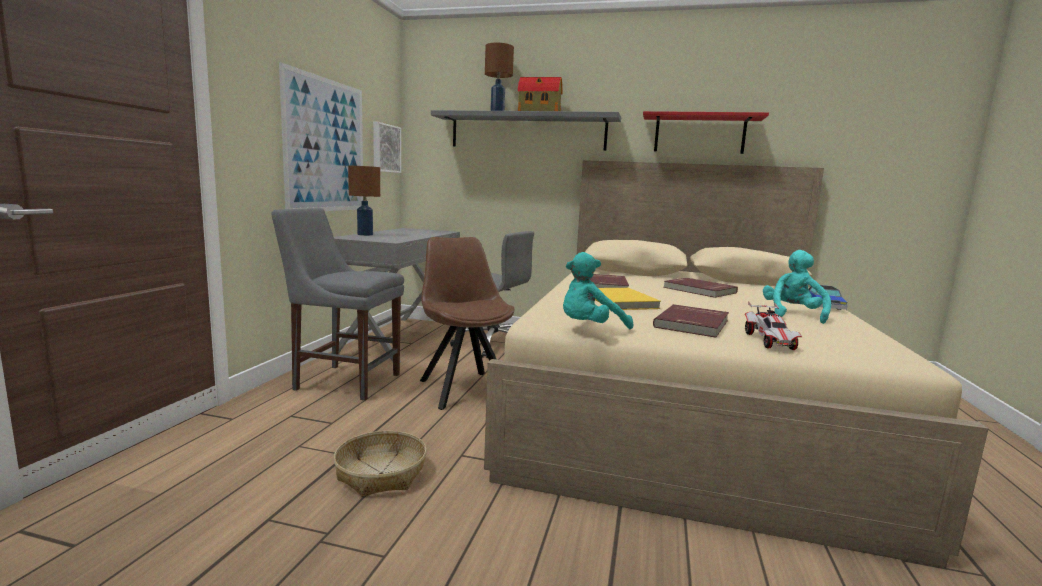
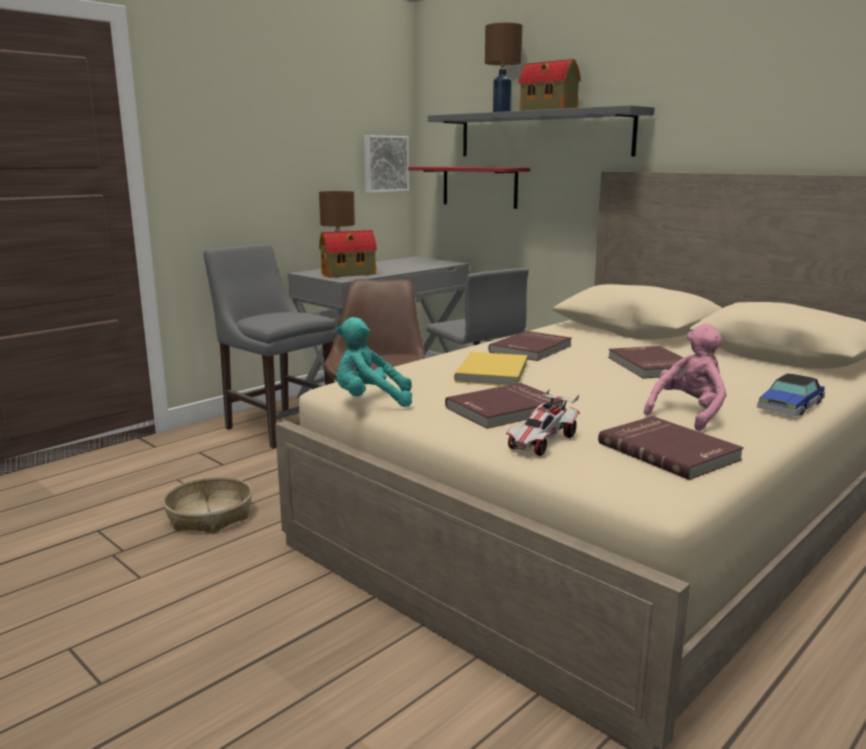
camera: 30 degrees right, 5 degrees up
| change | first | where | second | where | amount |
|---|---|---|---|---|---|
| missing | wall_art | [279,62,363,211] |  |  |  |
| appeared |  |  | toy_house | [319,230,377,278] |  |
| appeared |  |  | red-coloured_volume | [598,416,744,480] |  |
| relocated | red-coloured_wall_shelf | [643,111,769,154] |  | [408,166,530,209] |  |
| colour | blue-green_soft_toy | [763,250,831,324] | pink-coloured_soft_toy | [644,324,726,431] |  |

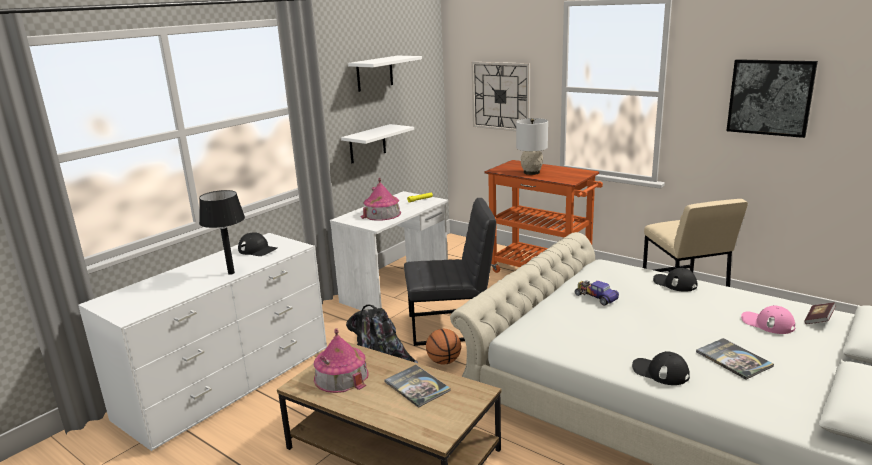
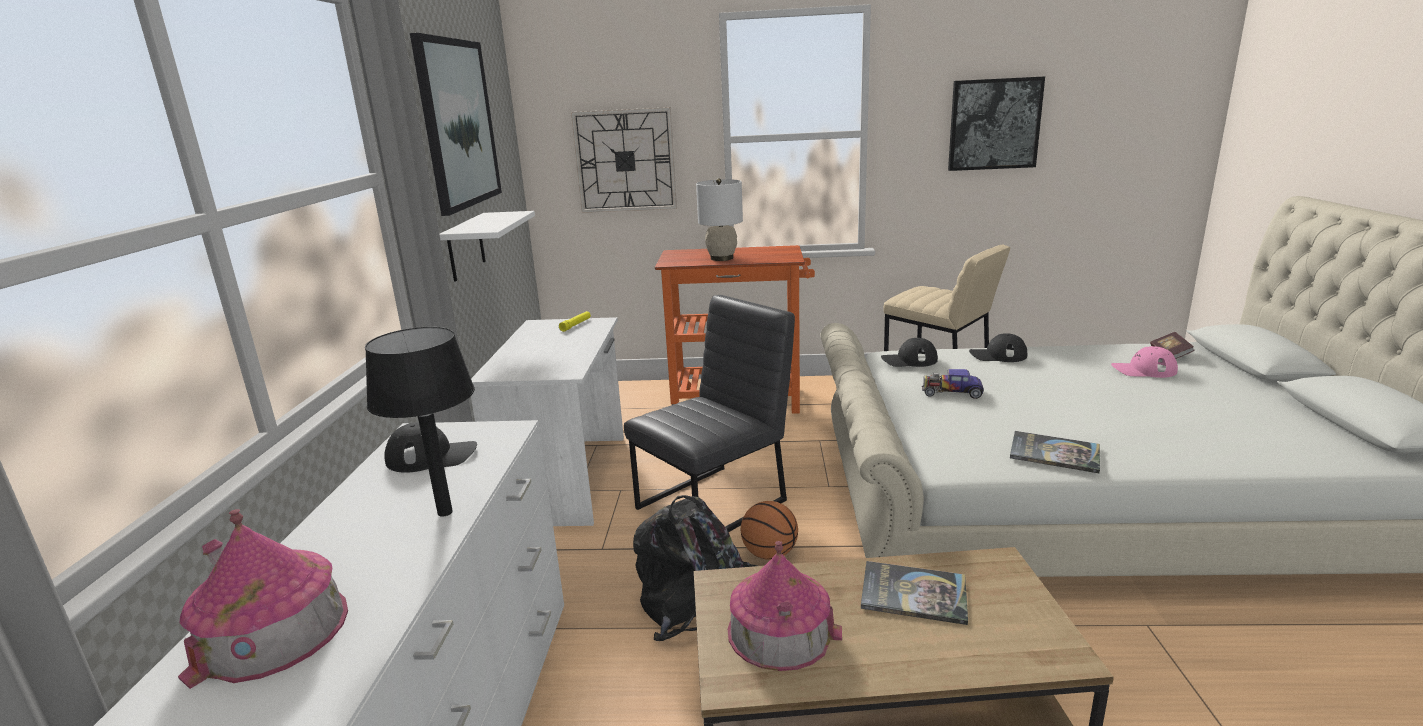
camera: 35 degrees left, 0 degrees up
| change | first | where | second | where | amount |
|---|---|---|---|---|---|
| relocated | toy_house | [361,178,401,221] |  | [178,509,348,689] |  |
| relocated | black_peaked_cap | [632,351,690,385] |  | [881,338,938,367] |  |
| relocated | volume | [696,338,774,379] |  | [1010,431,1100,473] |  |
| exchanged | white_wall_shelf | [348,56,422,92] | wall_art | [410,33,502,216] |  |

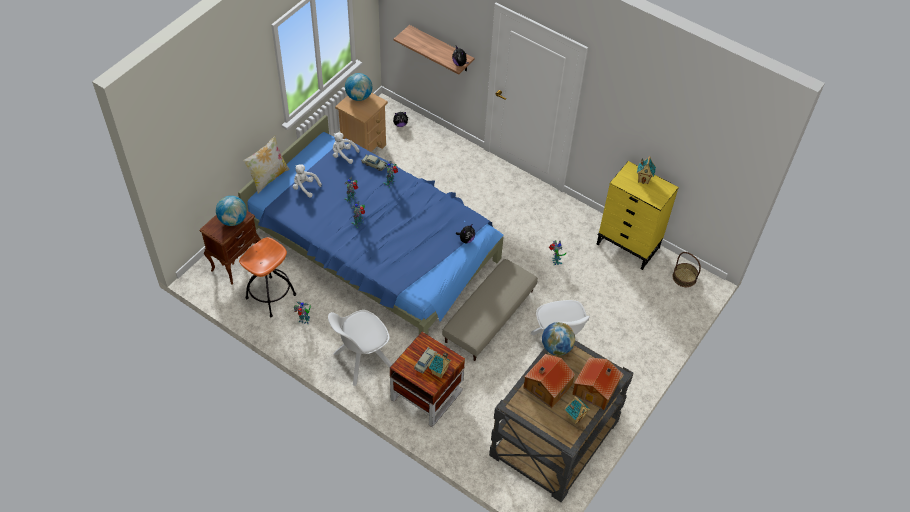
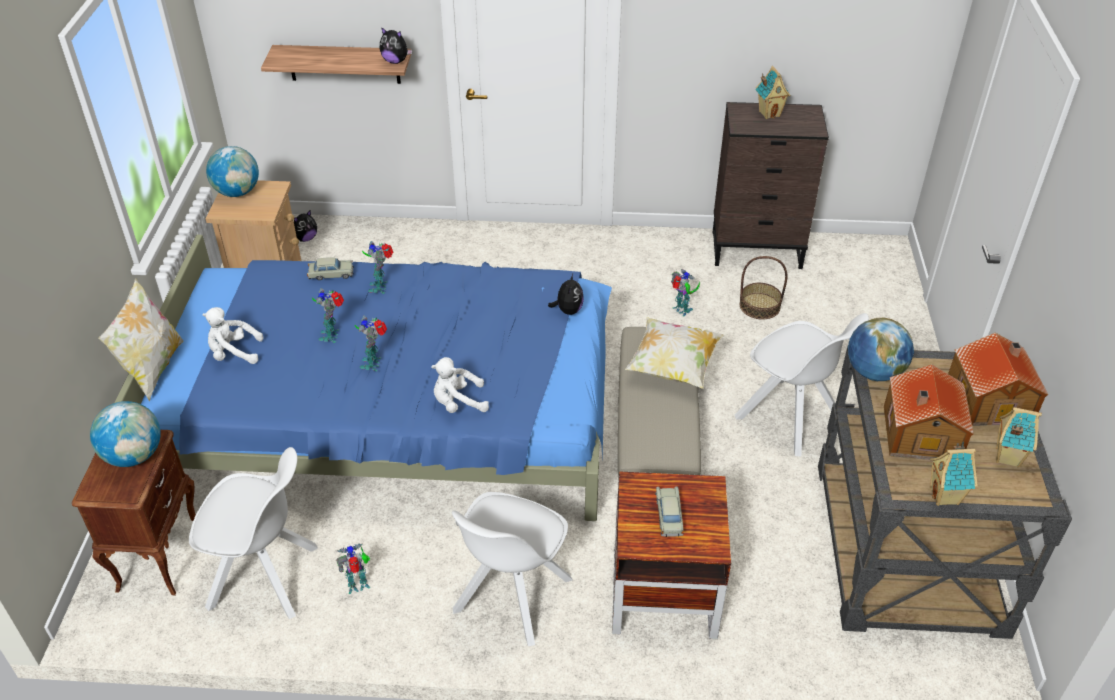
camera: 30 degrees left, 10 degrees down
| change | first | where | second | where | amount |
|---|---|---|---|---|---|
| appeared |  |  | cushion | [625,317,723,389] |  |
| relocated | white_soft_toy | [333,132,359,164] |  | [431,357,489,413] |  |
| relocated | toy_house | [428,352,451,379] |  | [930,441,978,506] |  |
| relocated | household_basket | [673,252,701,287] |  | [740,256,788,319] |  |
| exchanged | orange_sitting_stool | [239,237,296,317] | white_chair | [189,447,318,619] |  |
| colour | yellowish_drawer_chest | [597,161,679,270] | brownish_drawer_chest | [713,102,829,269] |  |

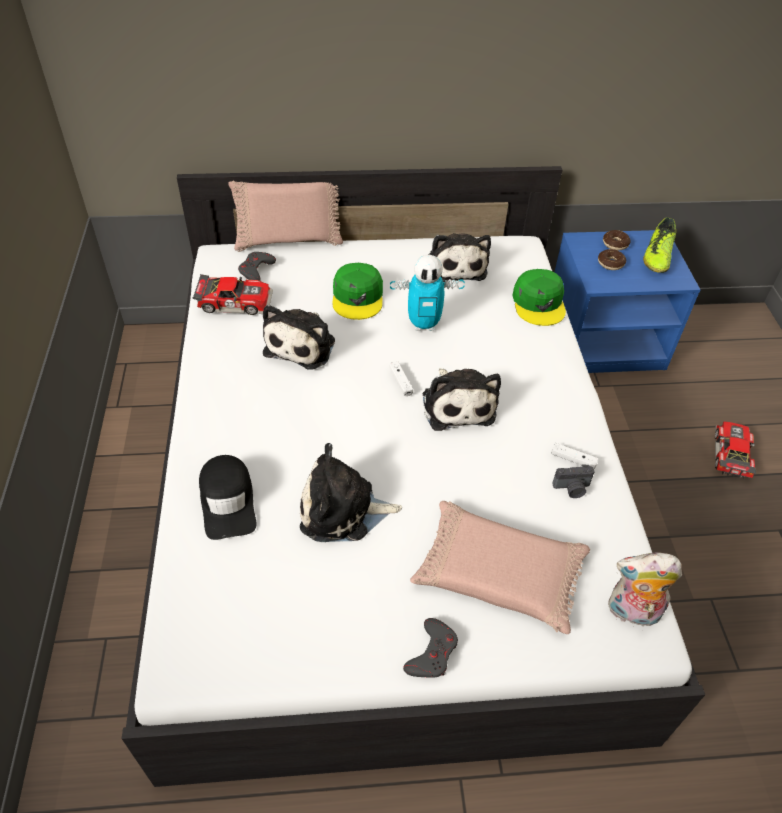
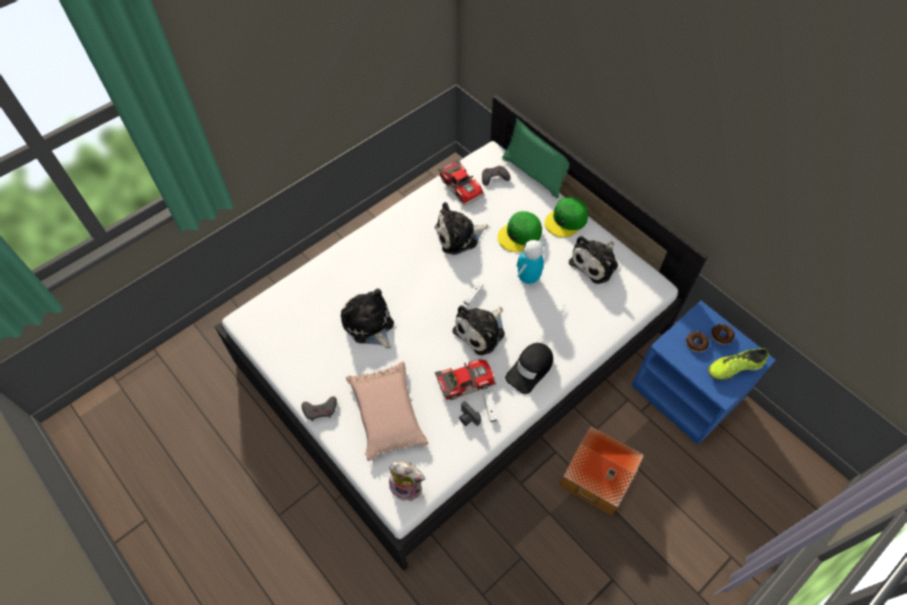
camera: 55 degrees right, 10 degrees up
| change | first | where | second | where | amount |
|---|---|---|---|---|---|
| appeared |  |  | toy_house | [560,426,644,516] |  |
| relocated | black_peaked_cap | [199,455,256,540] |  | [505,343,553,394] |  |
| relocated | green-coloured_peaked_cap | [512,269,566,326] |  | [545,197,588,237] |  |
| relocated | model_car | [715,421,756,479] |  | [435,359,497,400] |  |
| colour | sand-coloured_cushion | [228,181,343,252] | green-coloured_cushion | [502,118,570,198] |  |
| spun | model_robot | [390,255,465,331] |  | [516,239,546,286] | 75 degrees clockwise |
| spun | soft_toy | [608,552,682,631] |  | [389,462,425,502] | 135 degrees clockwise |

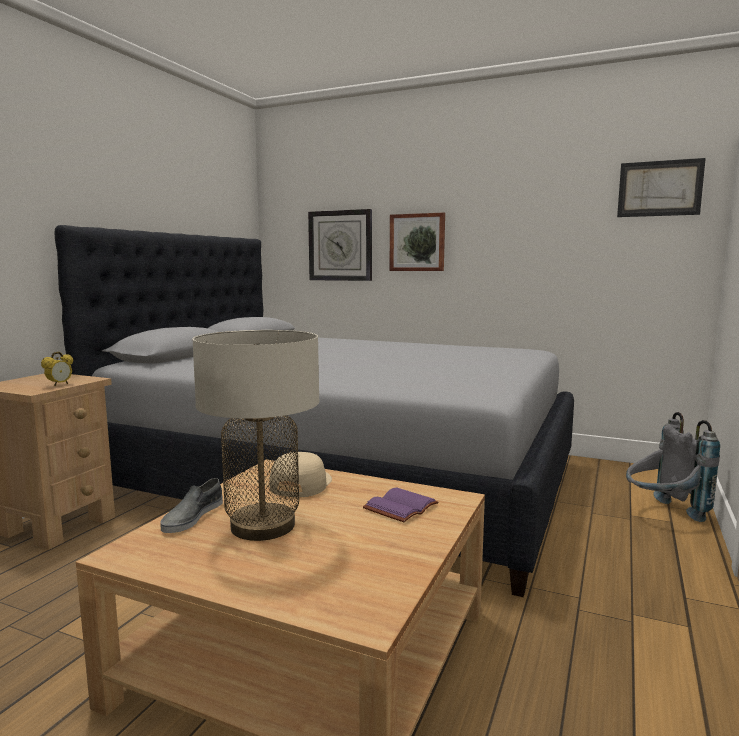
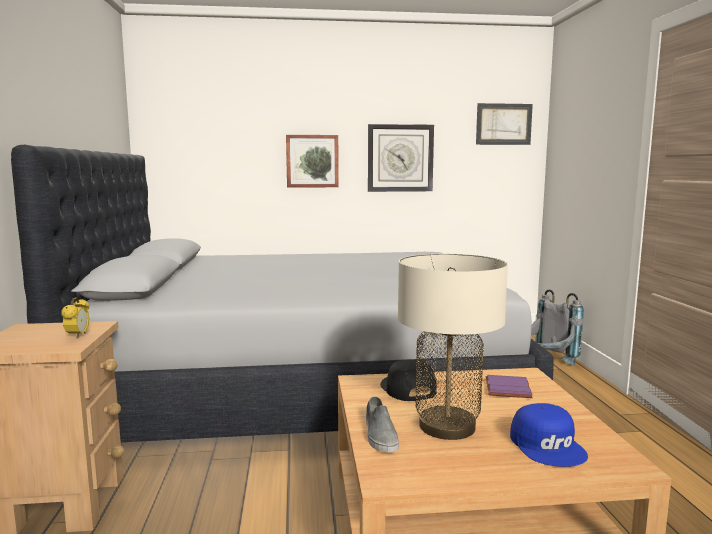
camera: 30 degrees left, 0 degrees up
| change | first | where | second | where | amount |
|---|---|---|---|---|---|
| appeared |  |  | blue_peaked_cap | [510,403,588,467] |  |
| relocated | hanging_clock | [308,209,372,281] |  | [368,124,434,192] |  |
| colour | sand-coloured_peaked_cap | [270,452,332,497] | black_peaked_cap | [380,360,437,401] |  |

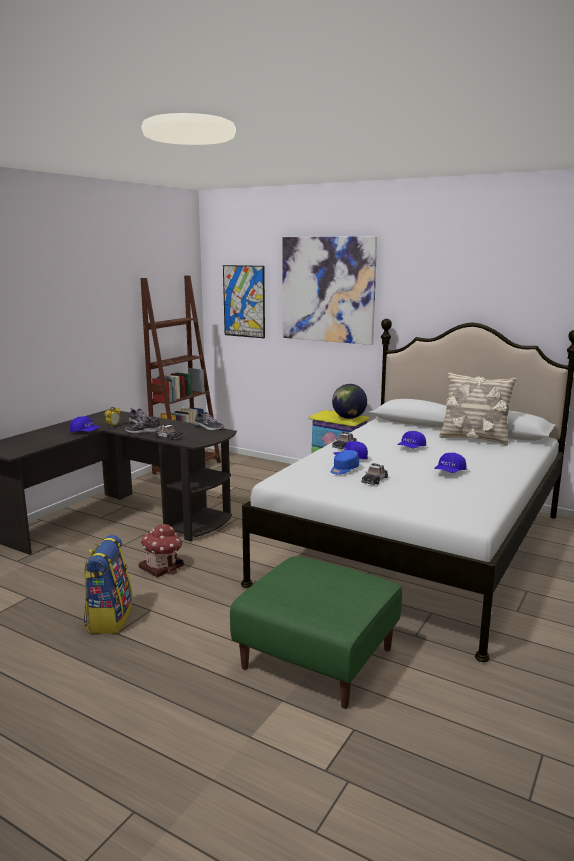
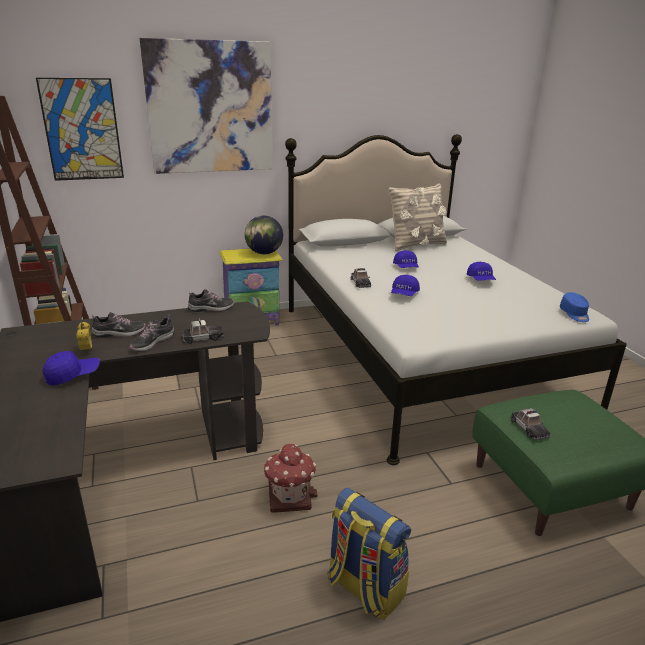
camera: 50 degrees left, 10 degrees up
| change | first | where | second | where | amount |
|---|---|---|---|---|---|
| relocated | blue_peaked_cap | [330,450,359,475] |  | [560,292,589,322] |  |
| relocated | model_car | [361,463,388,485] |  | [510,408,550,441] |  |

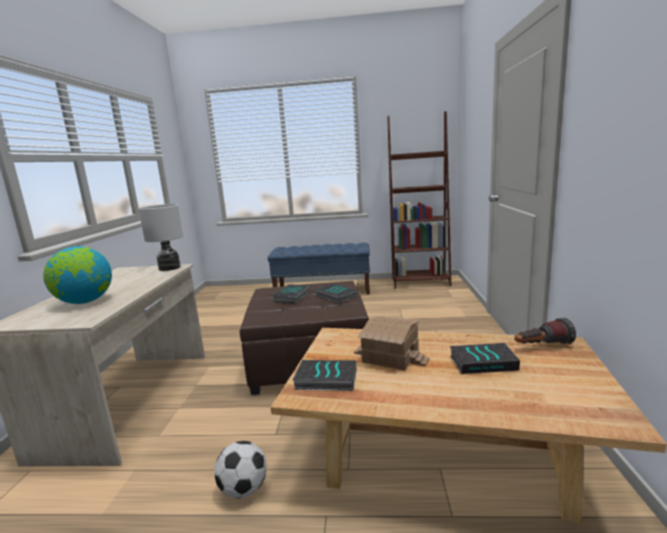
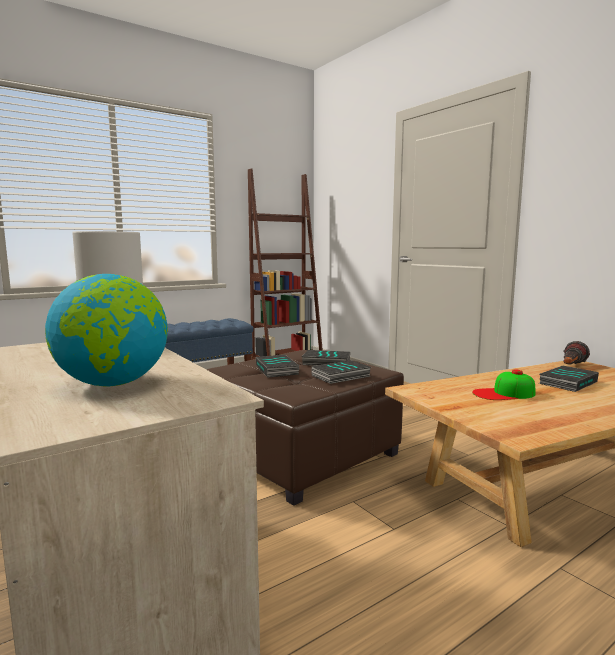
camera: 40 degrees left, 5 degrees down
| change | first | where | second | where | amount |
|---|---|---|---|---|---|
| missing | football_ball | [215,441,267,498] |  |  |  |
| relocated | volume | [293,360,357,391] |  | [311,360,371,384] |  |
| exchanged | toy_house | [354,316,430,371] | peaked_cap | [472,369,535,400] |  |

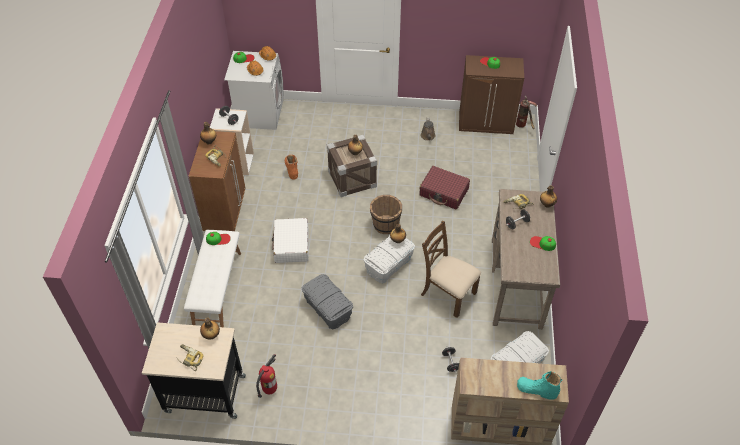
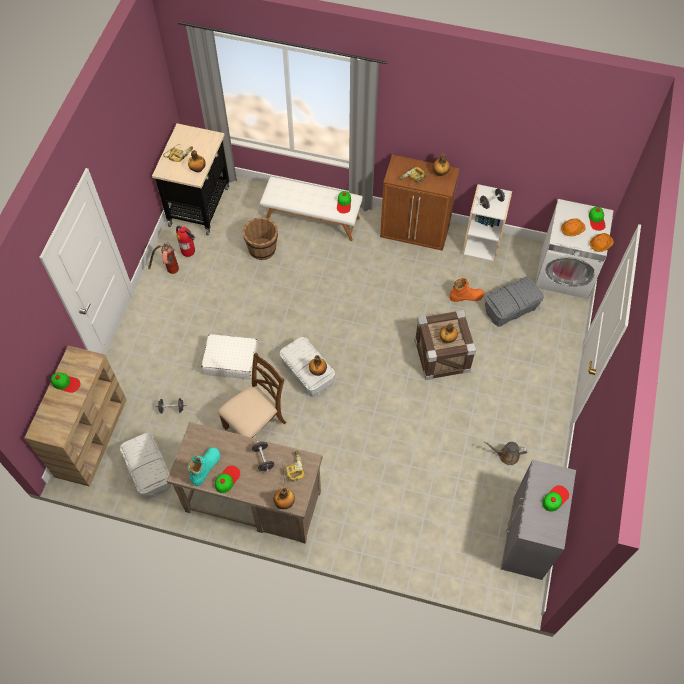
camera: 100 degrees right, 10 degrees up
| change | first | where | second | where | amount |
|---|---|---|---|---|---|
| missing | red-coloured_piece_of_luggage | [419,166,470,209] |  |  |  |
| appeared |  |  | peaked_cap | [51,372,80,393] |  |
| relocated | white_piece_of_luggage | [272,218,309,263] |  | [201,334,258,380] |  |
| relocated | greyish_storage_box | [302,274,353,330] |  | [485,277,544,327] |  |
| relocated | brownish_water_bucket | [370,195,402,234] |  | [243,217,278,260] |  |
| relocated | extinguisher | [516,95,537,129] |  | [148,242,179,274] |  |
| relocated | blue-green_high-top_boot | [517,371,562,400] |  | [188,447,220,486] |  |
| colour | brownish_storage_cabinet | [459,55,524,134] | greyish_storage_cabinet | [501,459,576,580] |  |

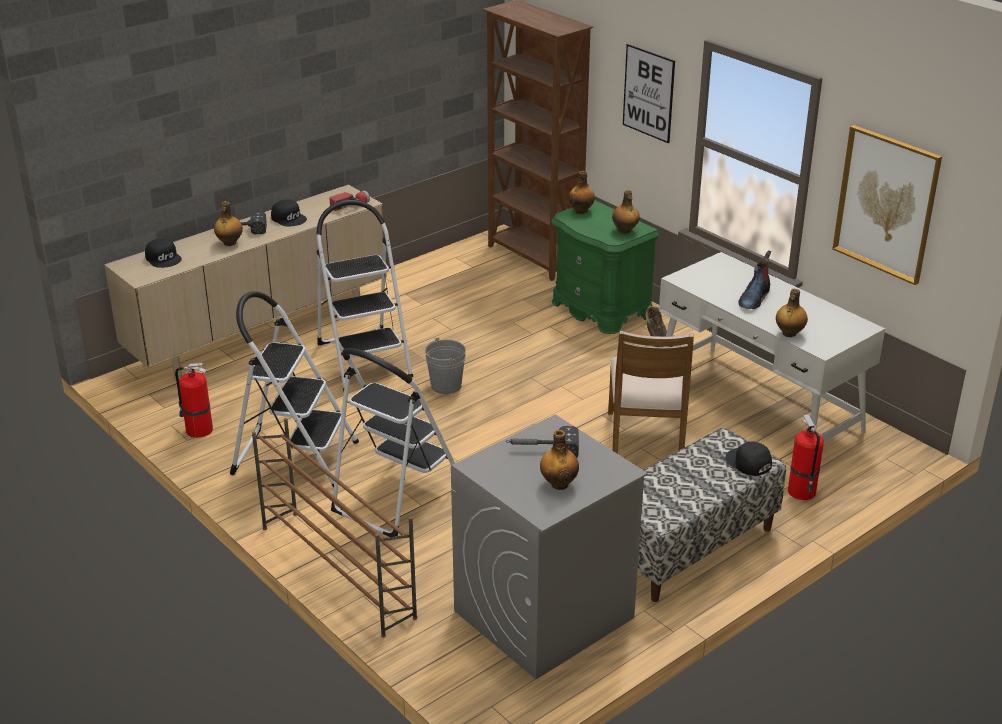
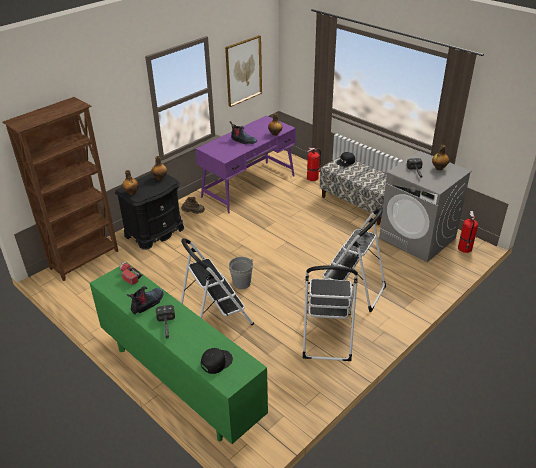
camera: 95 degrees left, 5 degrees up
| change | first | where | second | where | amount |
|---|---|---|---|---|---|
| missing | bottle | [214,201,243,246] |  |  |  |
| missing | brownish_shoe_rack | [252,418,417,638] |  |  |  |
| missing | brownish_chair | [608,331,694,454] |  |  |  |
| missing | wall_art | [623,44,675,143] |  |  |  |
| relocated | extinguisher | [175,363,213,438] |  | [458,211,478,253] |  |
| exchanged | black_peaked_cap | [271,199,307,226] | high-top_boot | [127,286,163,315] |  |
| colour | sand-coloured_storage_cabinet | [104,185,387,381] | green-coloured_storage_cabinet | [90,262,268,444] |  |
| colour | green-coloured_bedside_table | [551,200,659,334] | black_bedside_table | [115,173,184,250] |  |
| colour | white_desk_table | [659,252,885,442] | purplish_desk_table | [195,116,296,214] |  |

